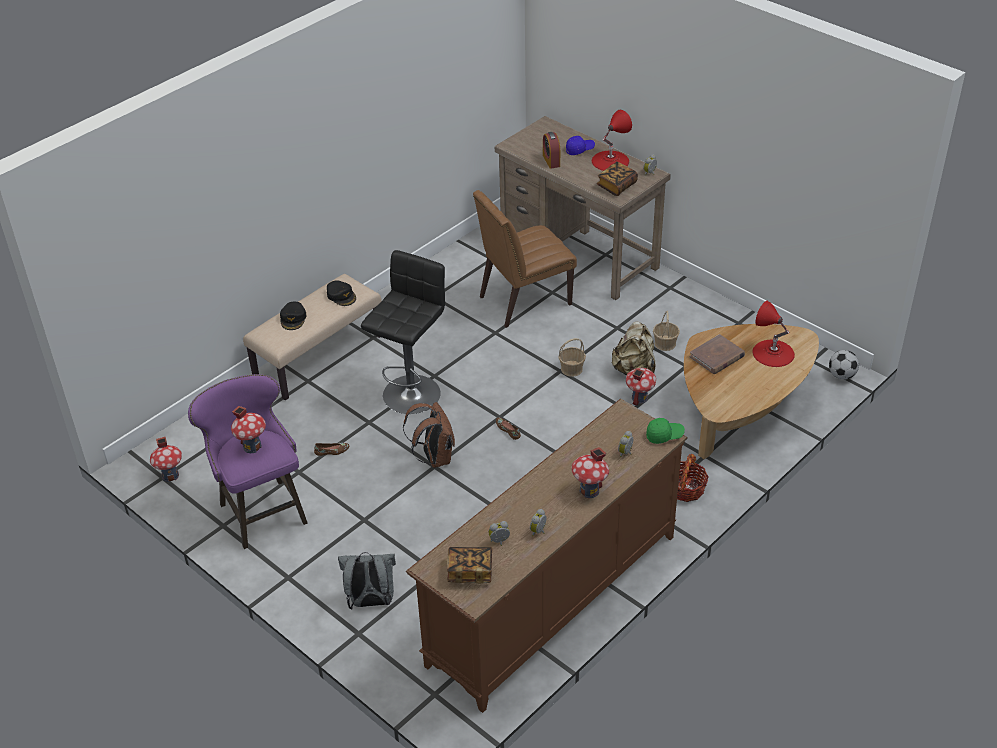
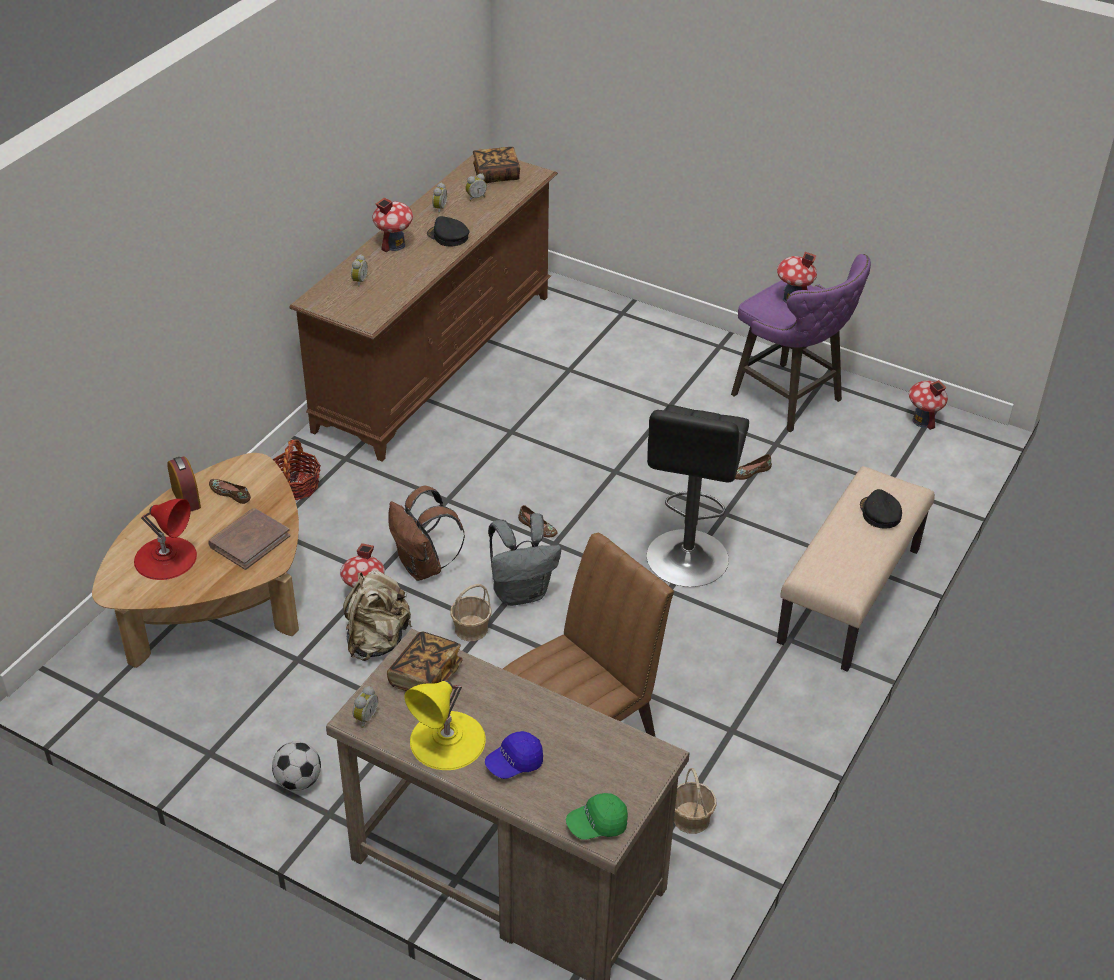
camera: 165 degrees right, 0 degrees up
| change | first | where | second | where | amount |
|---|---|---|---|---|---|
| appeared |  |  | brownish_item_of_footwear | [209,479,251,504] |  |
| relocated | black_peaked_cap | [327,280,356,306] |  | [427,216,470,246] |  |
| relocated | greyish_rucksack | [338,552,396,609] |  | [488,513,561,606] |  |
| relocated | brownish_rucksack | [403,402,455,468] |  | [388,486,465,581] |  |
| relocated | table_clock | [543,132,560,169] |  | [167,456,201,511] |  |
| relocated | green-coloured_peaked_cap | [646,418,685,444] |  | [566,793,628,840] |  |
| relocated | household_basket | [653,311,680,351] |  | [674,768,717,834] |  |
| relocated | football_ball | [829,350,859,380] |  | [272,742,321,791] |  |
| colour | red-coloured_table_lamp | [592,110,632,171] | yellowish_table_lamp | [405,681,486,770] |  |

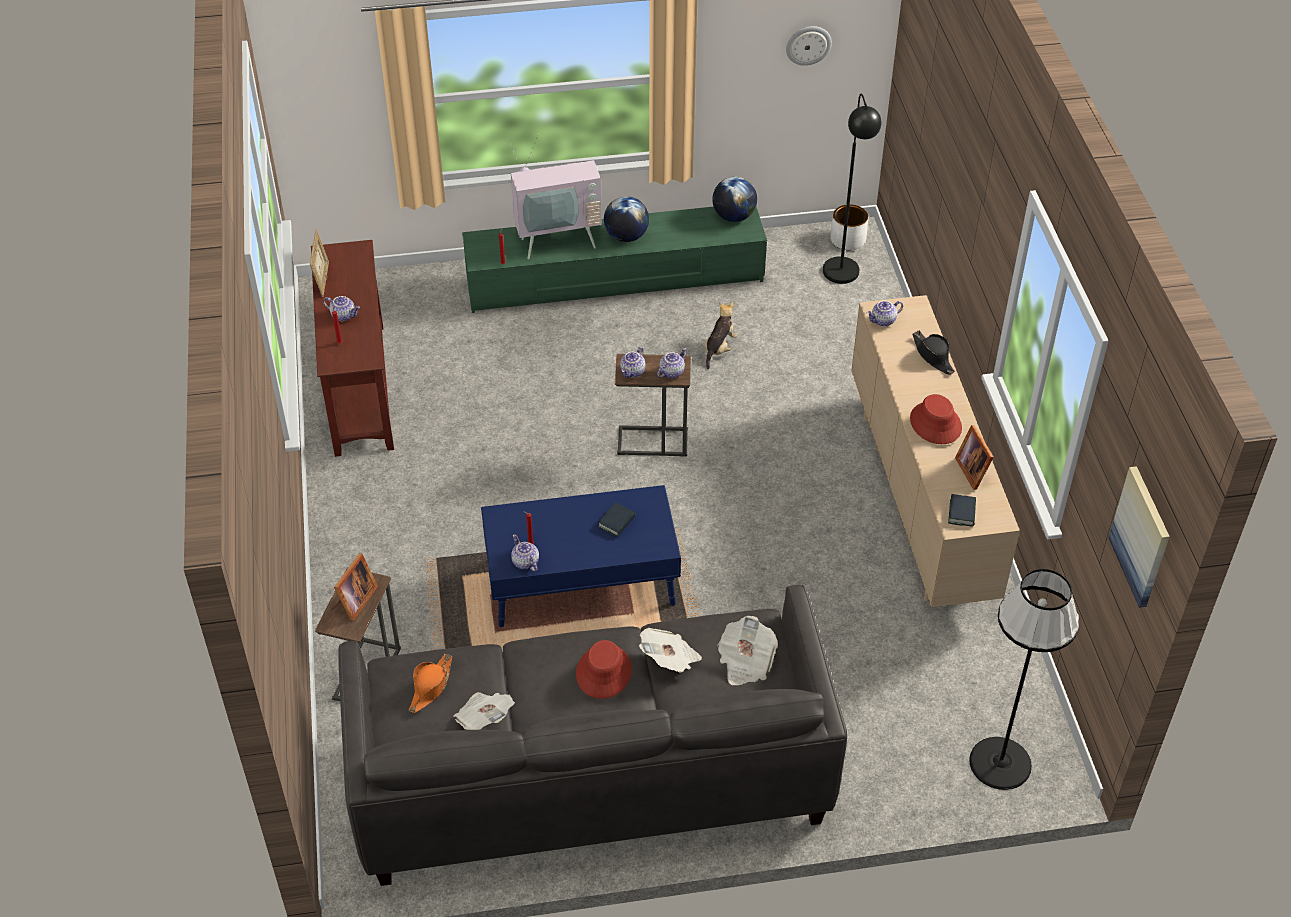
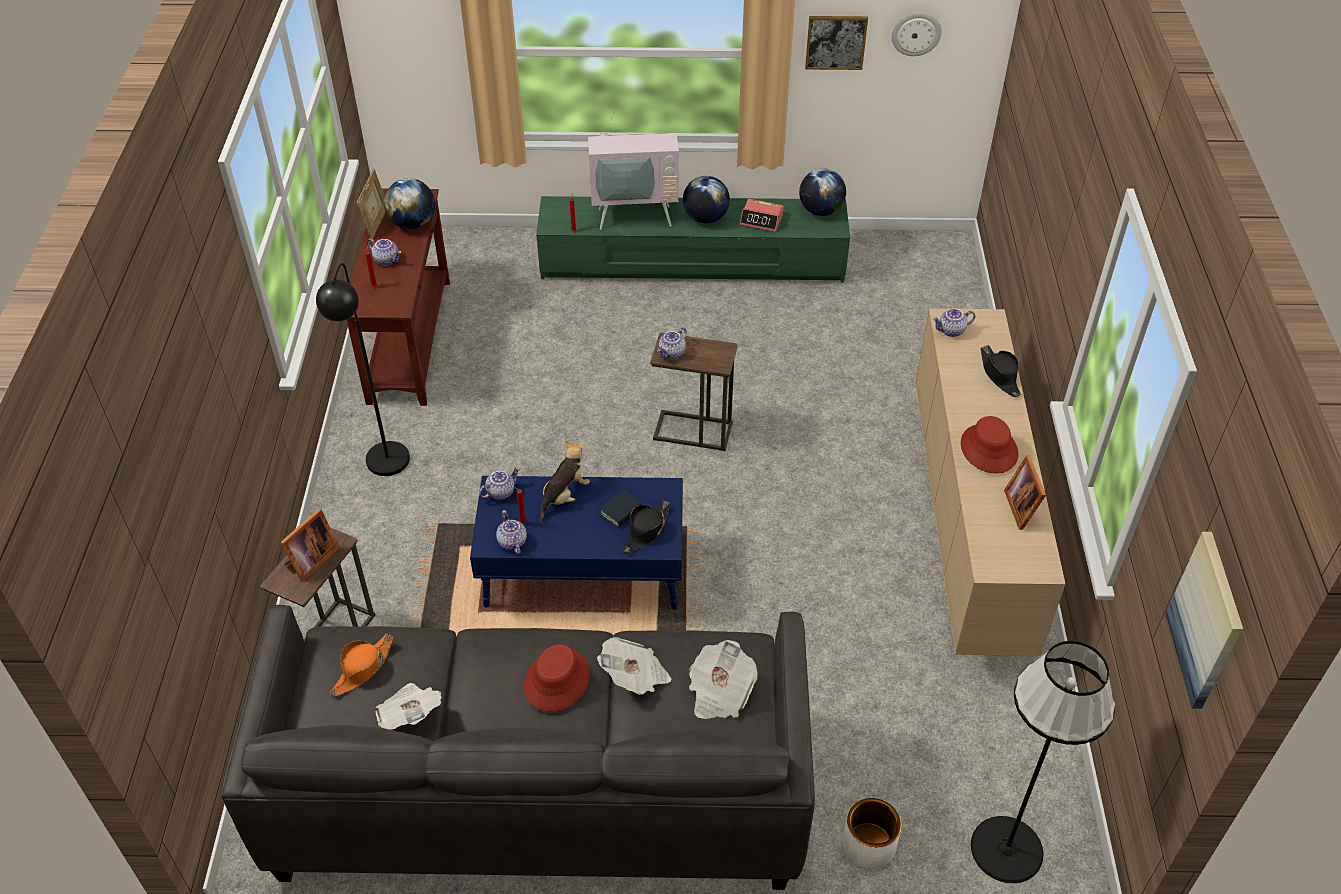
camera: 10 degrees right, 0 degrees up
| change | first | where | second | where | amount |
|---|---|---|---|---|---|
| missing | volume | [948,494,976,527] |  |  |  |
| appeared |  |  | world_globe | [384,178,435,229] |  |
| appeared |  |  | black_clothing_hat | [622,500,671,553] |  |
| appeared |  |  | table_clock | [740,199,783,232] |  |
| appeared |  |  | wall_art | [805,16,868,70] |  |
| relocated | tea_pot | [657,348,687,378] |  | [479,467,520,500] |  |
| relocated | soft_toy | [705,302,737,369] |  | [540,440,590,522] |  |
| relocated | black_floor_lamp | [823,94,881,284] |  | [316,263,410,476] |  |
| relocated | white_planter | [831,204,869,250] |  | [842,798,901,869] |  |

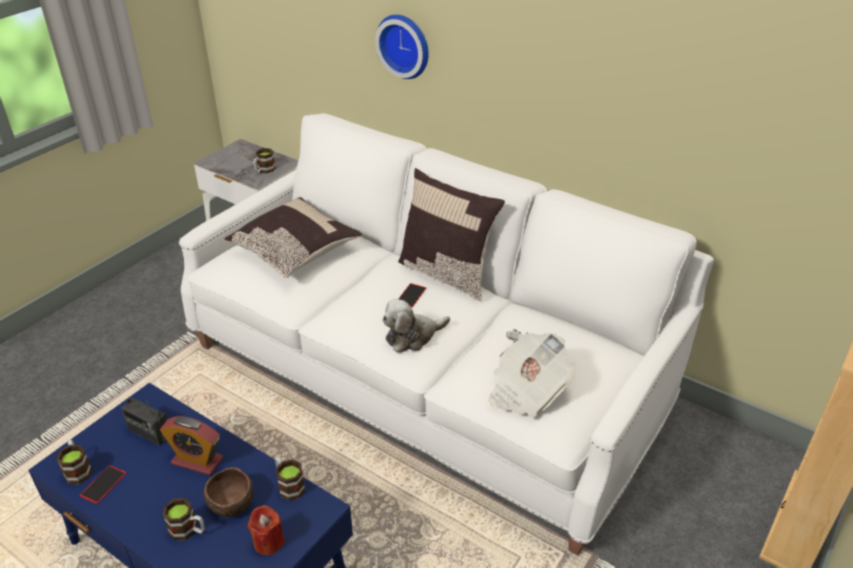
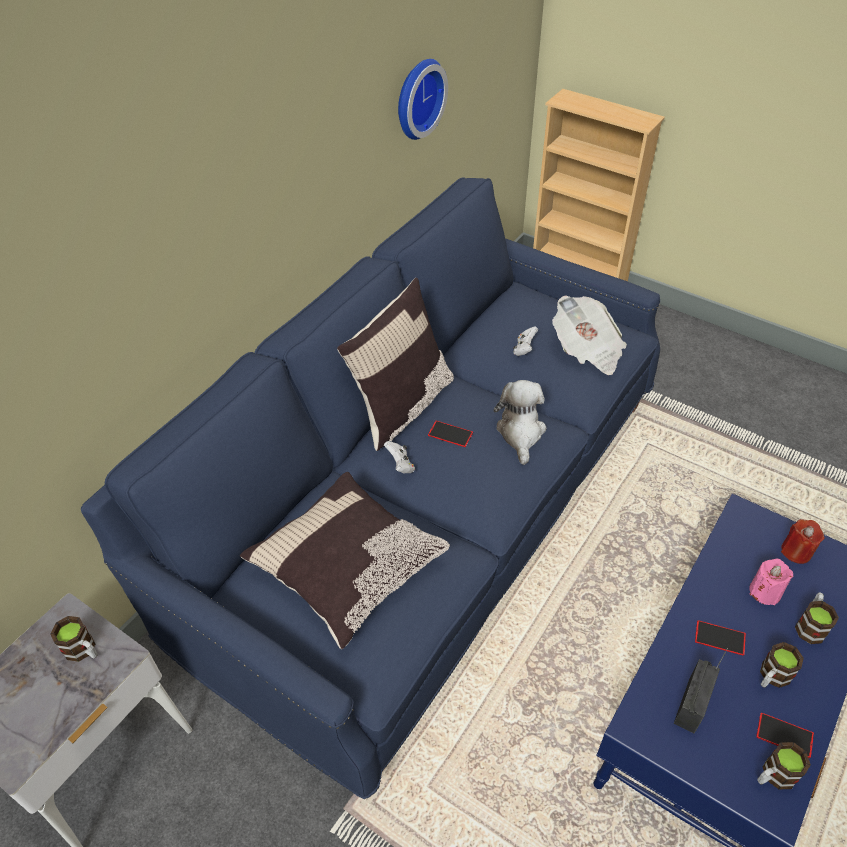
camera: 90 degrees left, 10 degrees up
| change | first | where | second | where | amount |
|---|---|---|---|---|---|
| appeared |  |  | white_joypad | [384,441,415,473] |  |
| relocated | coffee_mug | [275,457,306,501] |  | [760,642,804,688] |  |
| relocated | hanging_clock | [375,15,429,79] |  | [398,59,448,140] |  |
| exchanged | table_clock | [160,416,223,475] | telephone | [695,620,746,655] |  |
| exchanged | brownish_deep_dish | [204,467,253,518] | pink-coloured_candle | [749,559,793,605] |  |
| colour | white_sofa | [179,113,714,556] | blue_sofa | [81,177,660,799] |  |
| spun | soft_toy | [382,299,450,353] |  | [494,380,546,465] | 150 degrees counterclockwise |

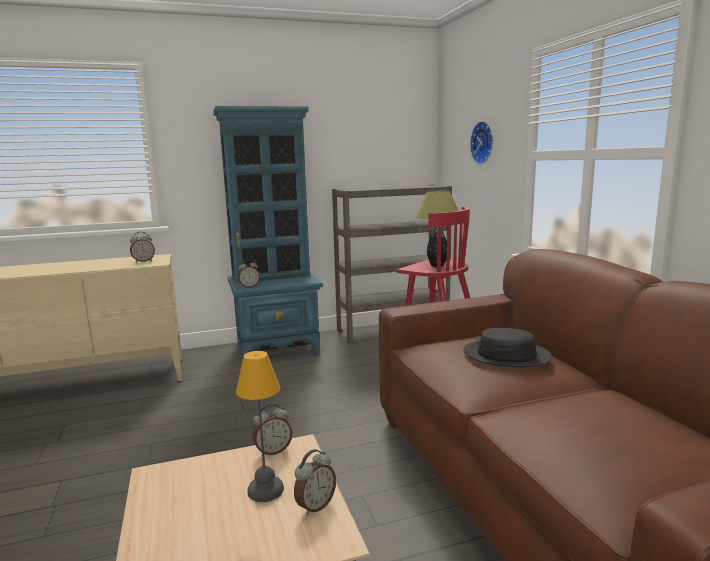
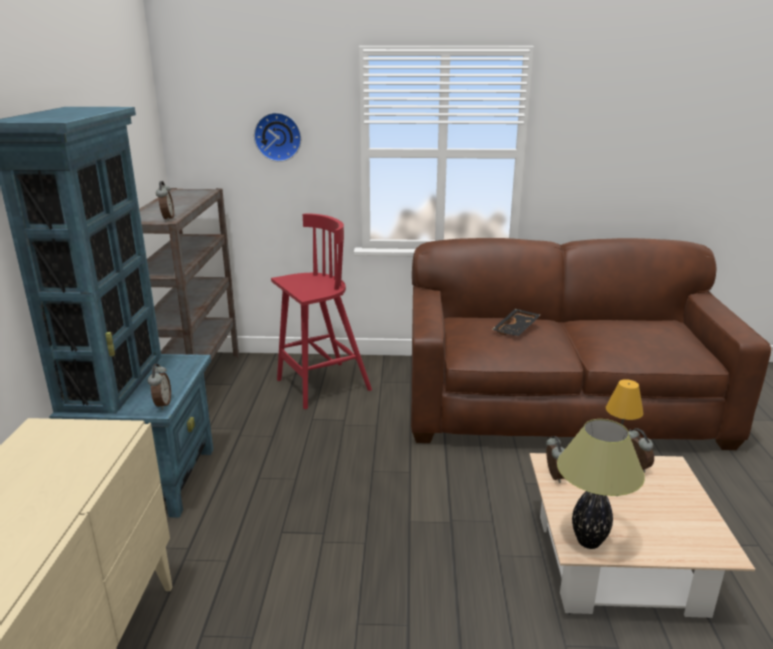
camera: 70 degrees left, 10 degrees up
| change | first | where | second | where | amount |
|---|---|---|---|---|---|
| relocated | table_clock | [130,232,155,263] |  | [156,181,174,221] |  |
| relocated | table_lamp | [415,191,459,267] |  | [557,419,645,549] |  |
| exchanged | black_clothing_hat | [463,328,552,367] | black_carrying_tray | [492,309,540,336] |  |

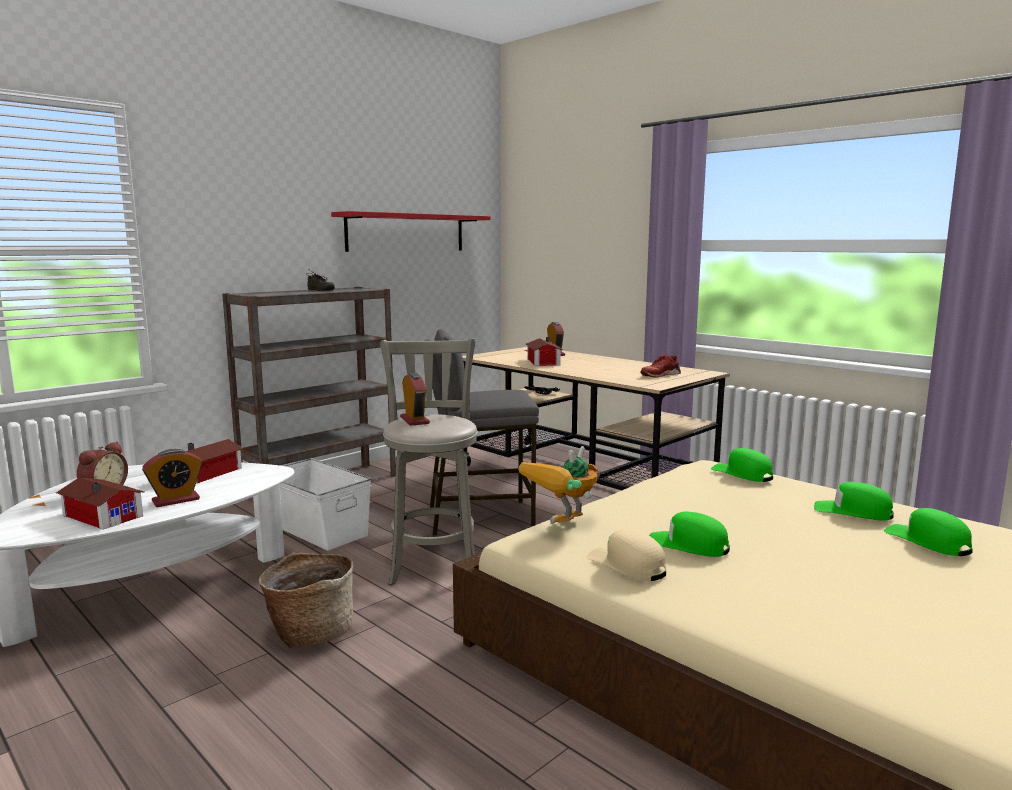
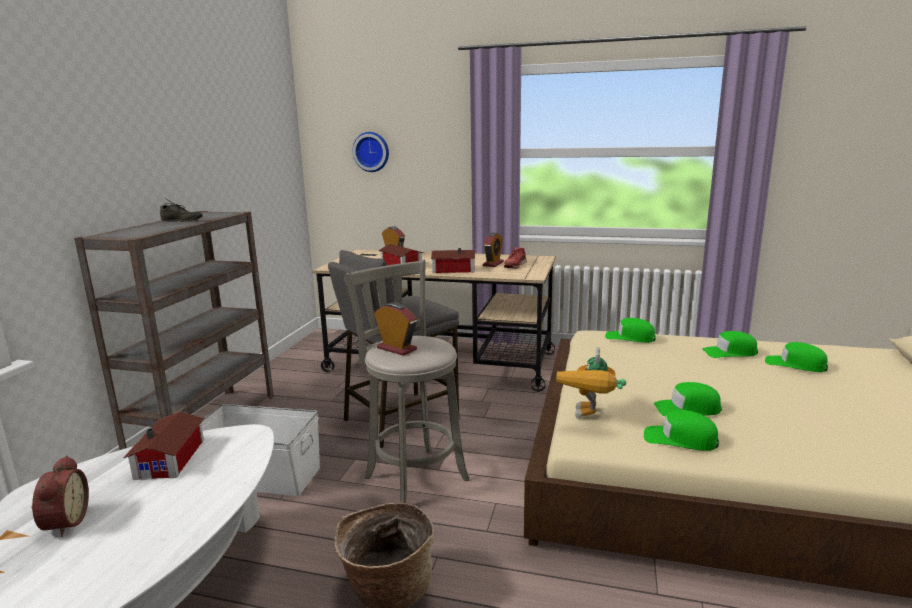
camera: 30 degrees left, 5 degrees up
| change | first | where | second | where | amount |
|---|---|---|---|---|---|
| missing | red-coloured_wall_shelf | [331,211,490,252] |  |  |  |
| appeared |  |  | hanging_clock | [352,132,389,172] |  |
| relocated | toy_house | [56,478,145,530] |  | [431,248,475,273] |  |
| relocated | table_clock | [142,449,202,507] |  | [483,233,504,267] |  |
| colour | sand-coloured_peaked_cap | [587,529,666,581] | green-coloured_peaked_cap | [644,410,719,451] |  |

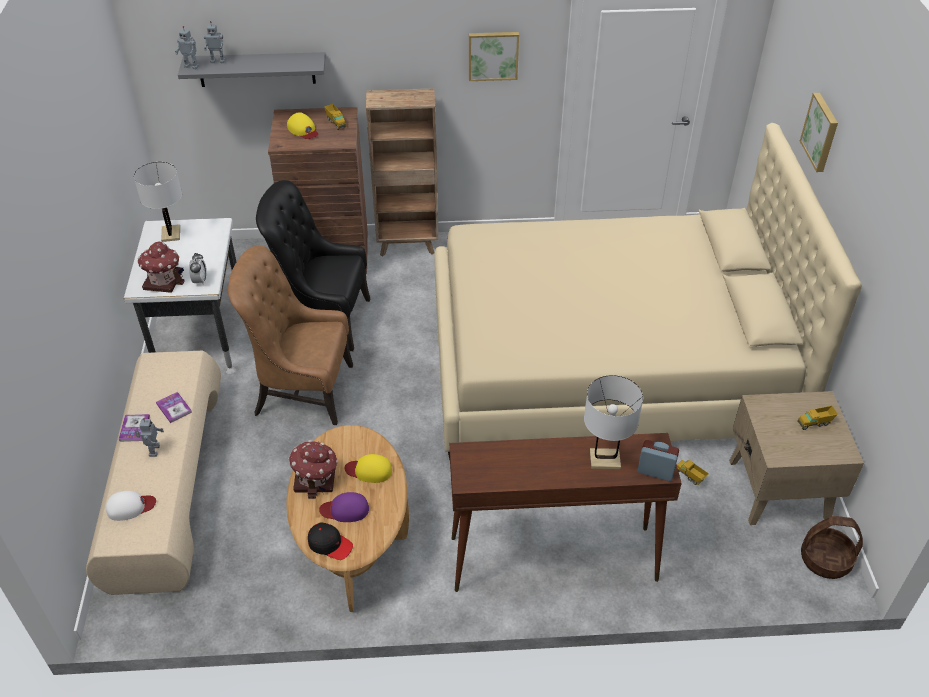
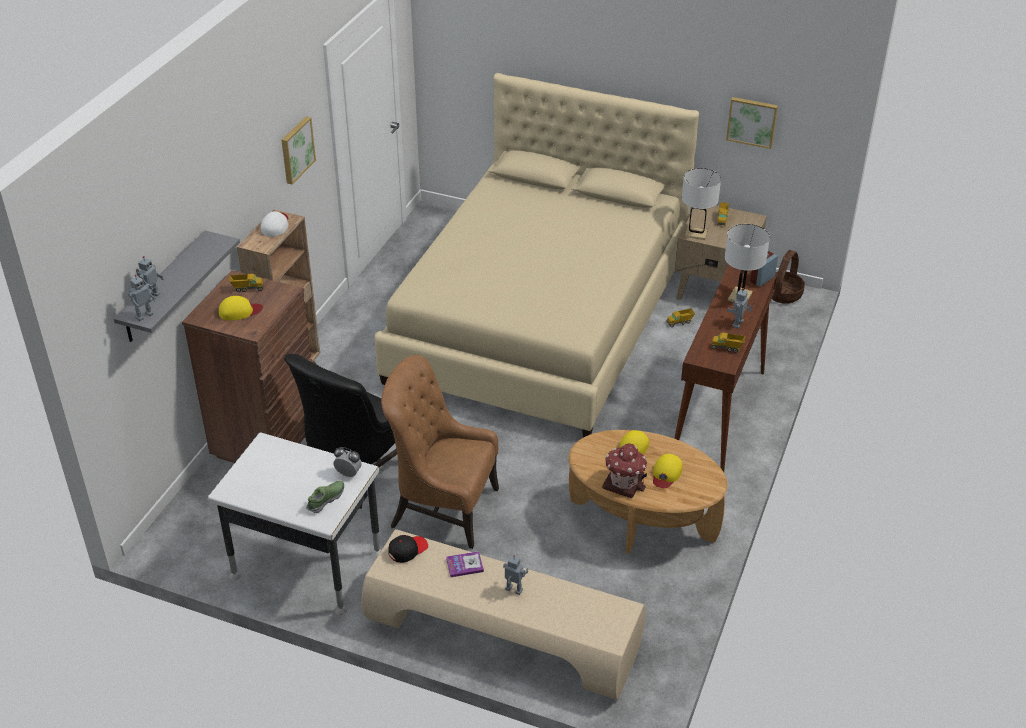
camera: 65 degrees left, 5 degrees down
| change | first | where | second | where | amount |
|---|---|---|---|---|---|
| missing | volume | [118,414,150,442] |  |  |  |
| appeared |  |  | model_truck | [711,332,745,352] |  |
| appeared |  |  | model_robot | [727,288,752,329] |  |
| relocated | white_peaked_cap | [106,491,156,521] |  | [261,211,288,237] |  |
| relocated | white_table_lamp | [134,162,182,242] |  | [682,168,721,240] |  |
| relocated | black_peaked_cap | [308,523,353,560] |  | [388,535,428,563] |  |
| relocated | wall_art | [800,93,838,172] |  | [726,97,778,149] |  |
| exchanged | toy_house | [138,242,184,293] | item_of_footwear | [306,481,344,513] |  |
| colour | purplish_peaked_cap | [319,492,369,522] | yellowish_peaked_cap | [653,454,683,488] |  |
| spun | brownish_chair | [228,246,353,425] |  | [381,355,499,549] | 75 degrees clockwise |

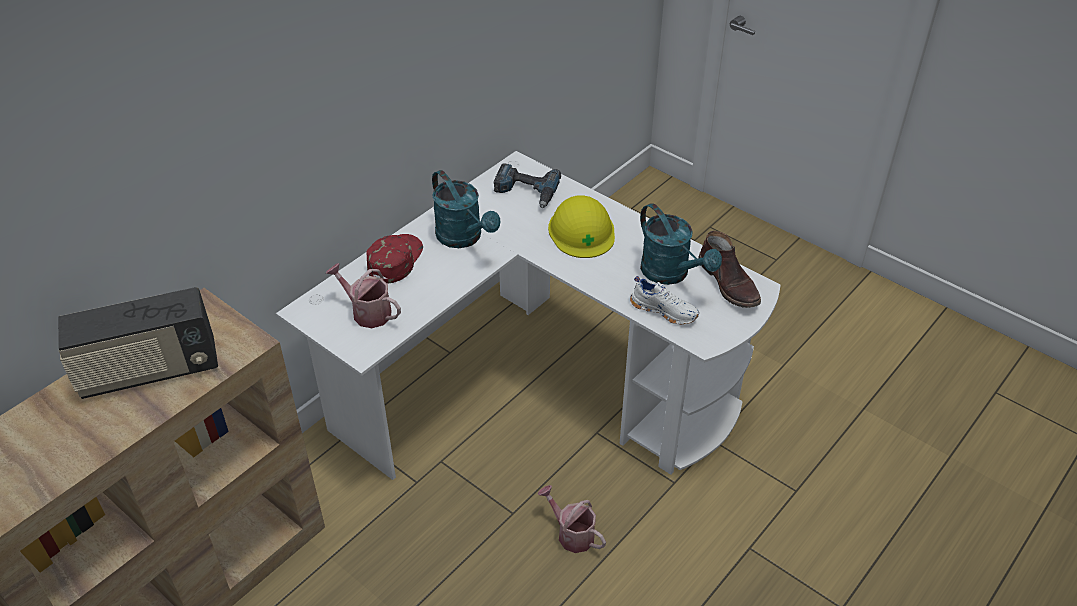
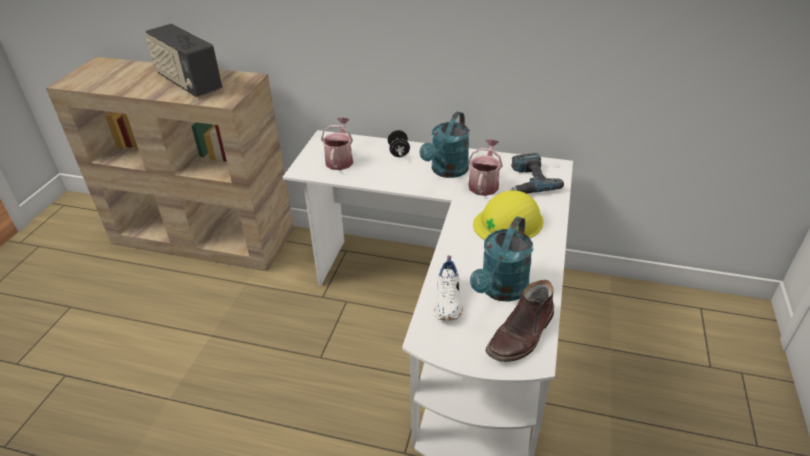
camera: 65 degrees right, 5 degrees down
| change | first | where | second | where | amount |
|---|---|---|---|---|---|
| relocated | watering_can | [537,485,606,553] |  | [468,139,503,196] |  |
| exchanged | red-coloured_peaked_cap | [366,234,423,284] | black_dumbbell | [388,130,410,157] |  |

